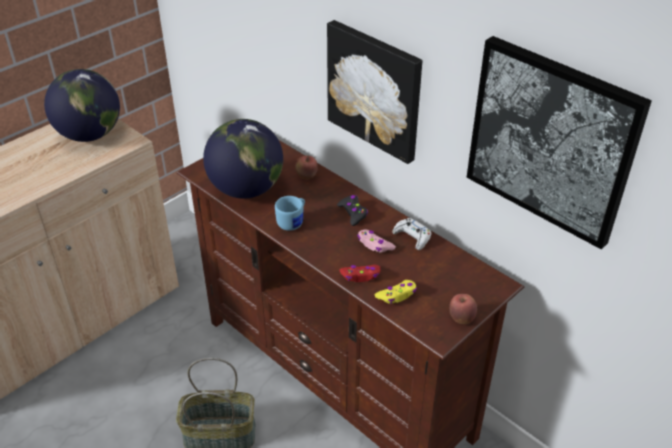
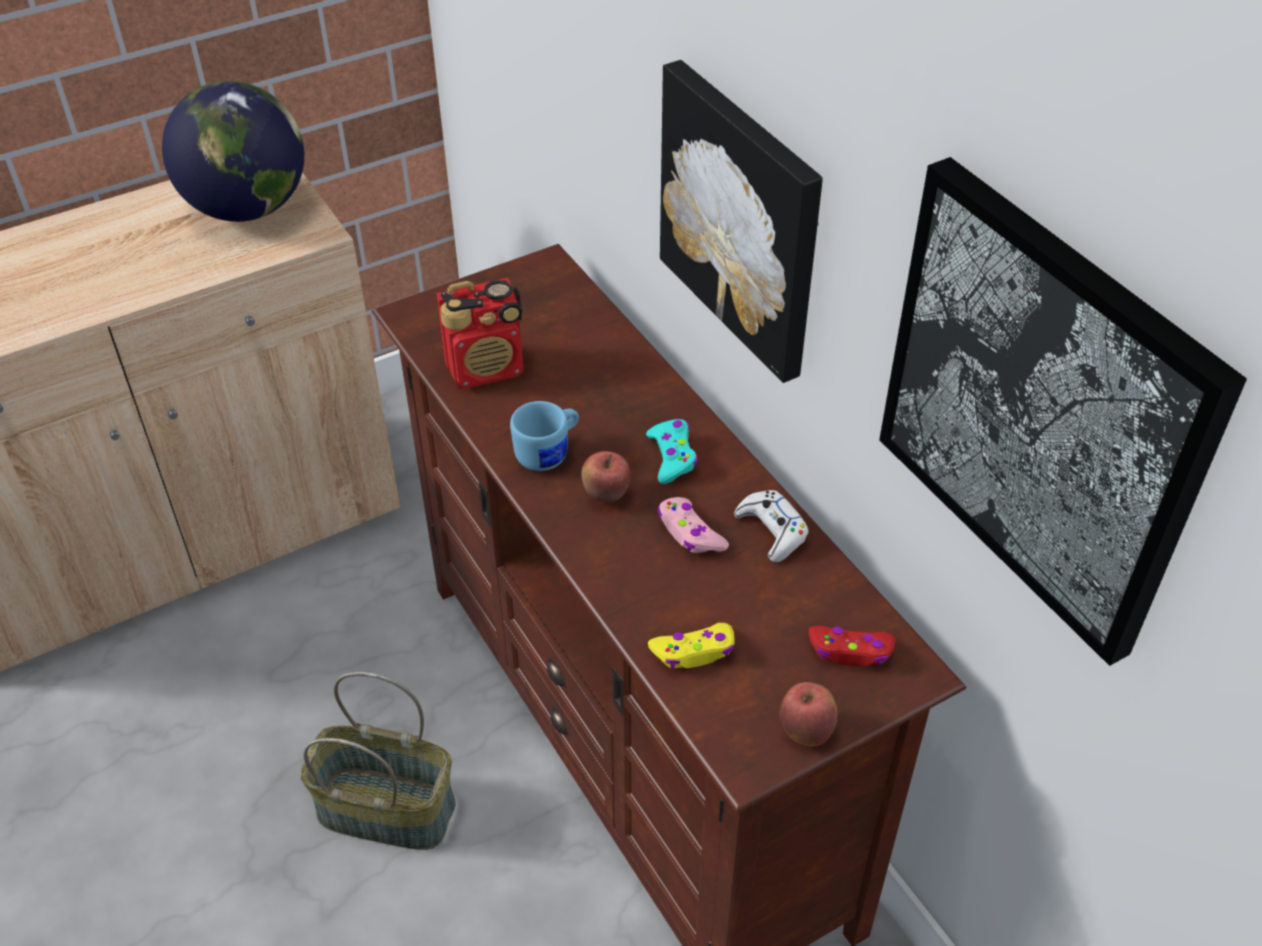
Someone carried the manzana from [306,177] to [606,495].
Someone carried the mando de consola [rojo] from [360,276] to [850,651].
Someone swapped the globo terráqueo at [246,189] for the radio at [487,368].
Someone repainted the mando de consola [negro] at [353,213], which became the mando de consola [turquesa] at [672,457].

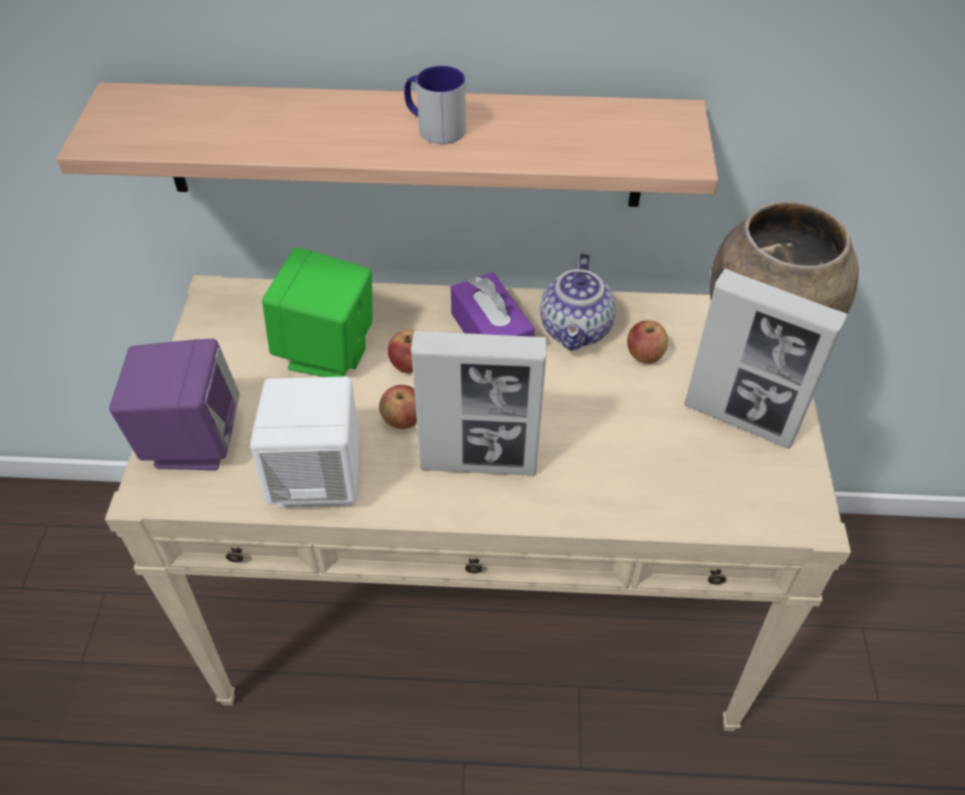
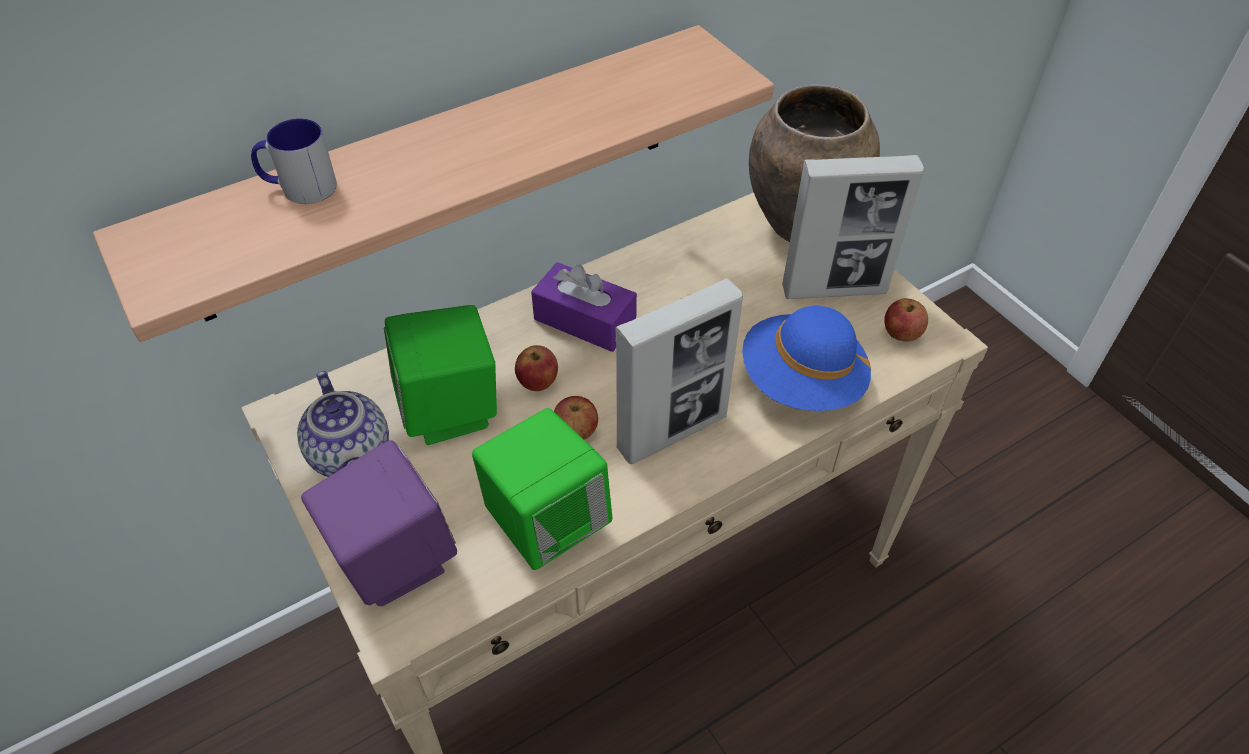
Someone put down the sombrero [azul] at [801,382].
Someone carried the taza grande from [434,127] to [299,188].
Someone carried the tetera from [577,330] to [353,455].
Someone carried the manzana from [644,356] to [901,334].
Someone repainted the altavoz [blanco] at [318,478], which became the altavoz [verde] at [547,524].

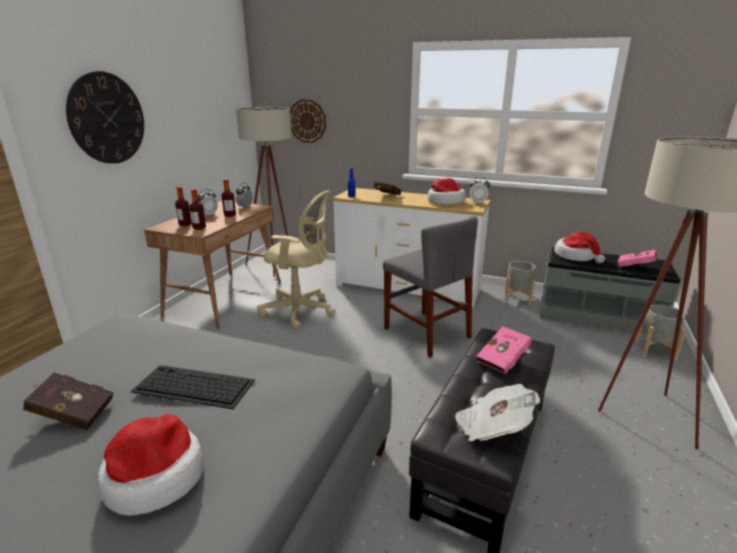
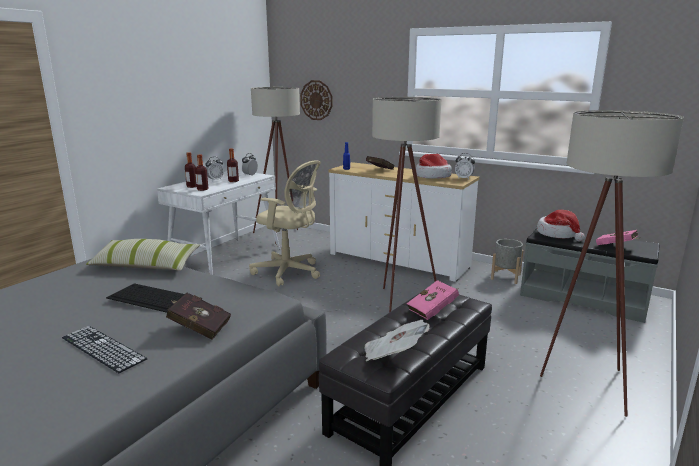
Someone took away the reloj de pared at [107,118].
Someone took away the maceta [gris] at [654,350].
Someone put down the cojín at [146,265].
Someone carried the libro [rojo] from [72,414] to [198,328].
Someone swapped the sombrero at [154,477] for the teclado at [103,348].
Someone swapped the silla [gris] at [426,333] for the lámpara de pie [beis] at [400,299].
Someone repainted the escritorio [marrón] at [225,298], which became the escritorio [blanco] at [226,258].

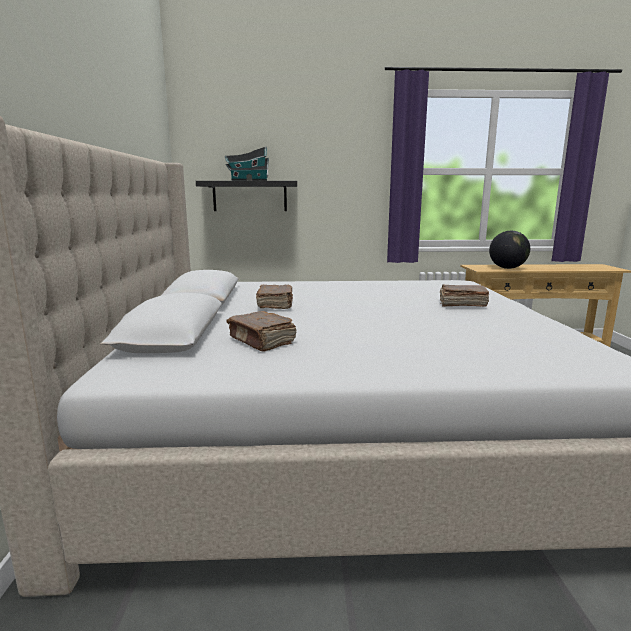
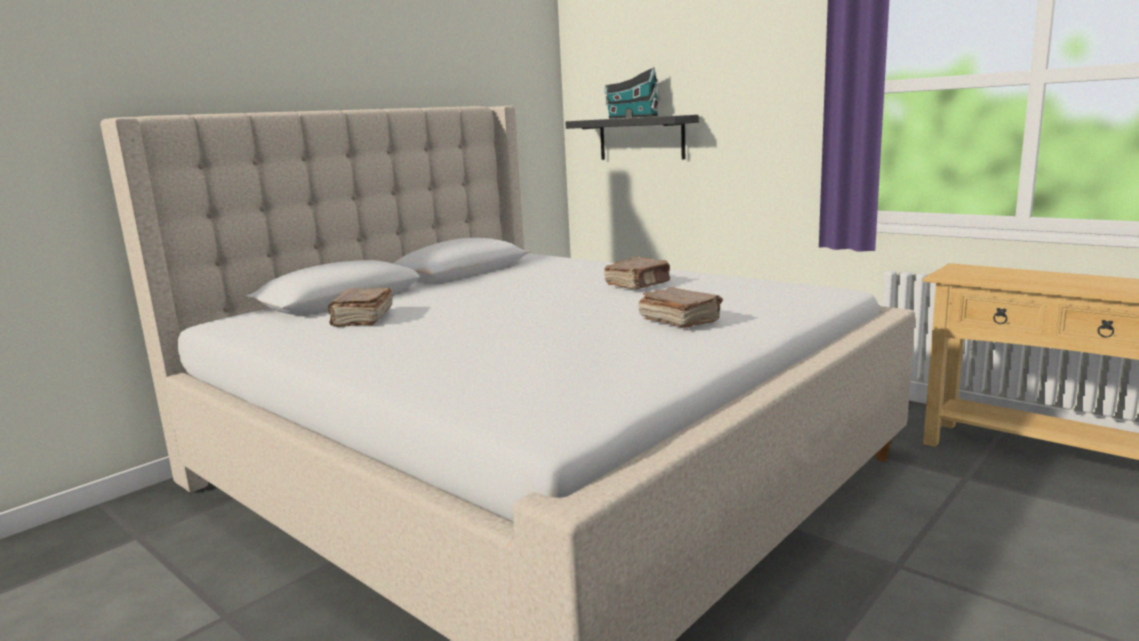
Someone took away the globo terráqueo at [507,268].
Someone carried the libro [marrón] from [276,305] to [638,284].

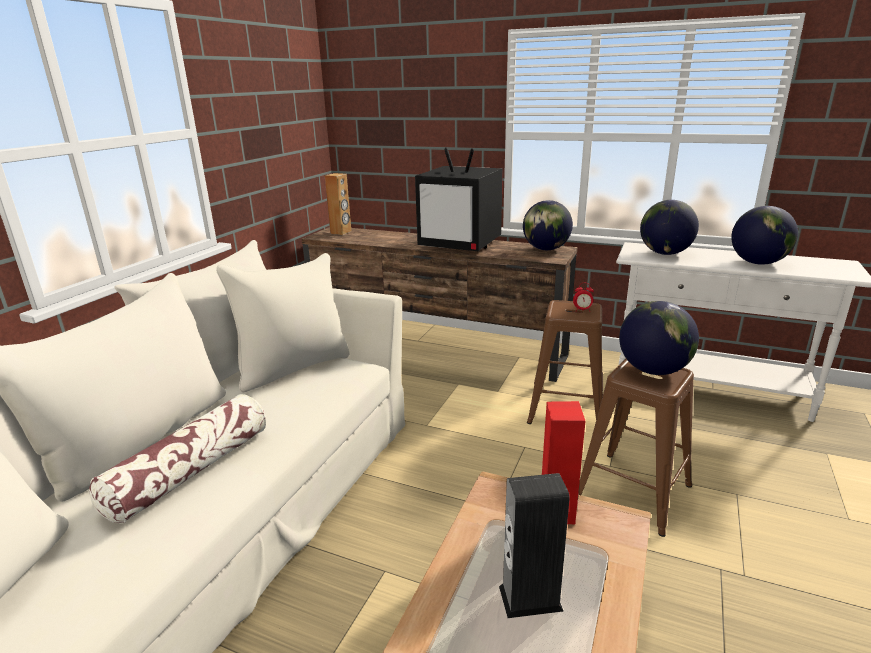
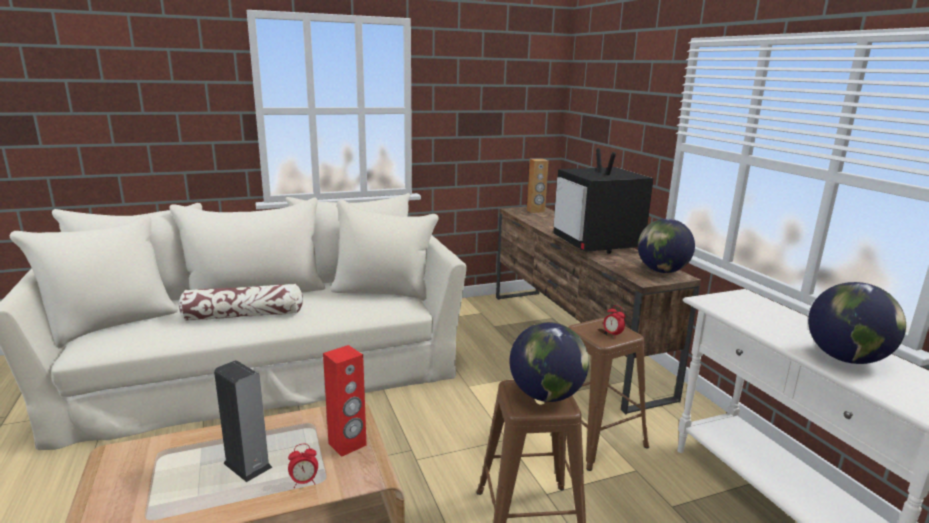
Someone took away the globo terráqueo at [664,253].
Someone put down the despertador at [304,482].

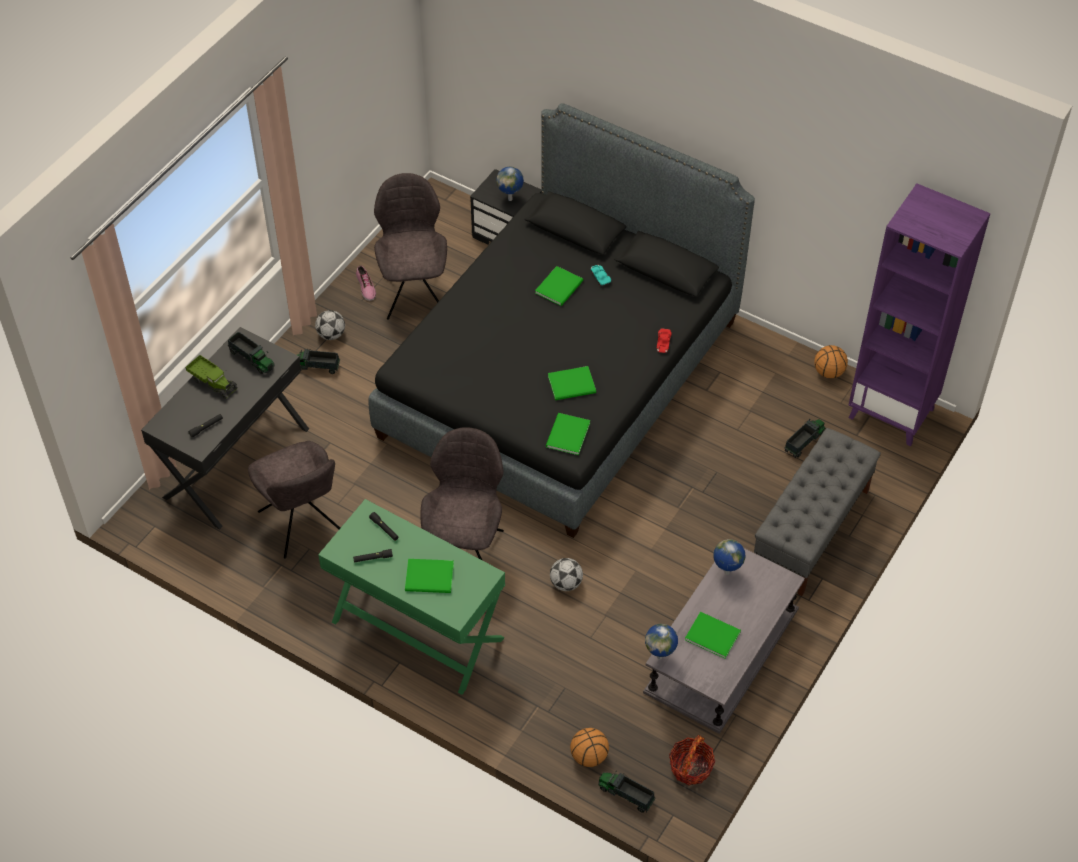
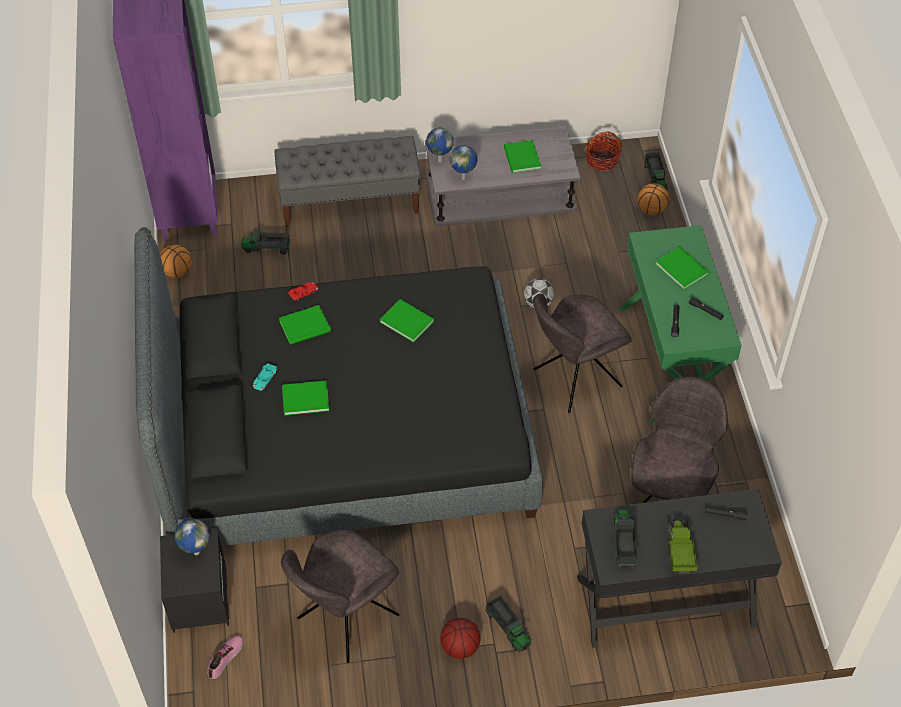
Someone carried the zapato from [365,287] to [225,658].
Someone carried the libro [verde] from [566,435] to [306,326].
Someone carried the globo terráqueo from [660,656] to [439,160].
Someone swapped the balón de fútbol at [331,334] for the balón de baloncesto at [459,647].

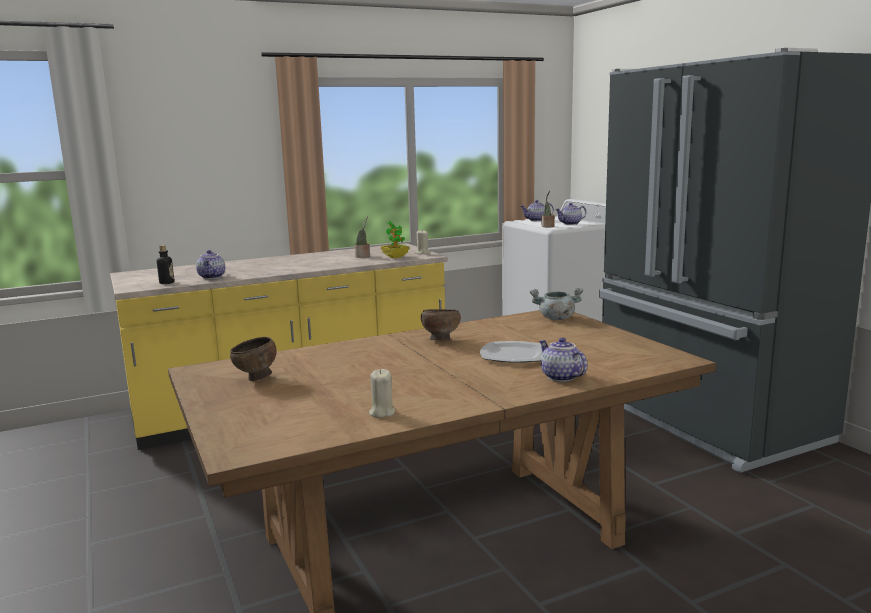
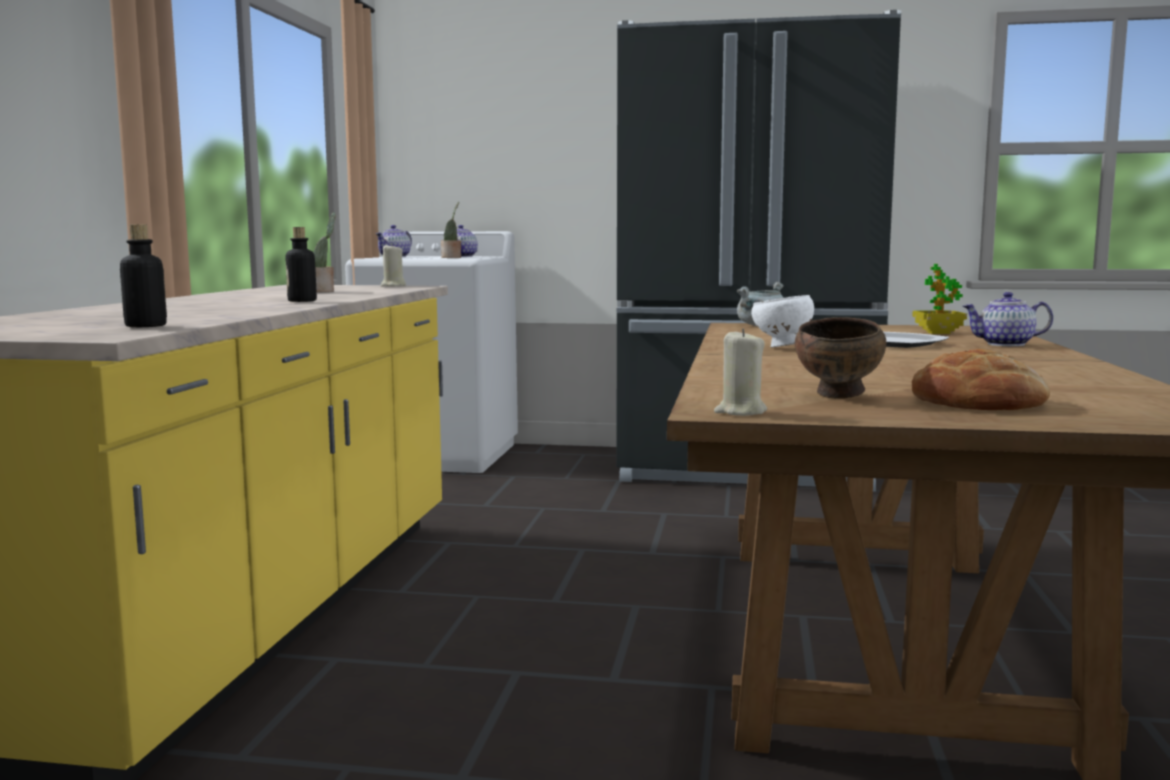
Someone took away the tetera at [212,277].
Someone put down the botella at [302,301].
Someone put down the pan at [978,402].
Someone carried the vela [beis] from [382,412] to [740,412].
Someone carried the planta en maceta from [395,257] to [938,333].
Someone repainted the cuenco [marrón] at [440,341], which became the cuenco [blanco] at [781,348].

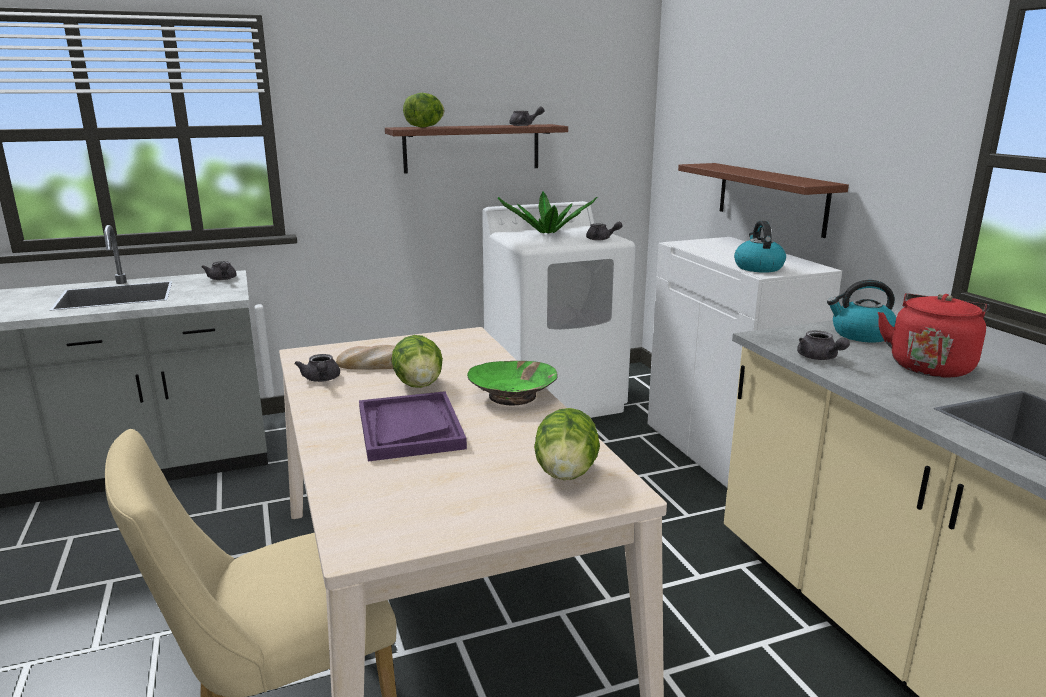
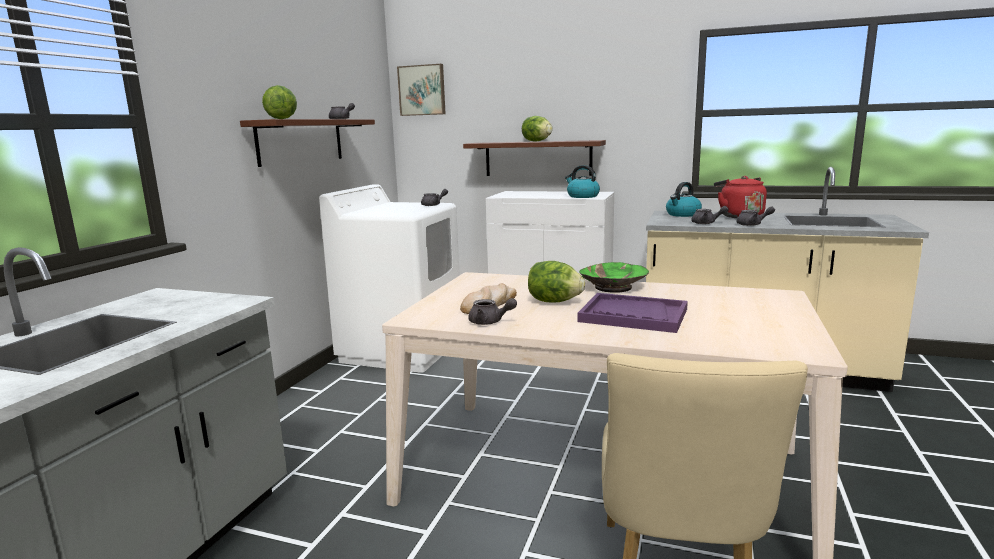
Someone took away the planta en maceta at [547,233].
Someone put up the cuadro at [422,90].
Someone carried the tetera [gris] from [222,279] to [752,224].
Someone carried the lechuga from [566,474] to [537,141].

